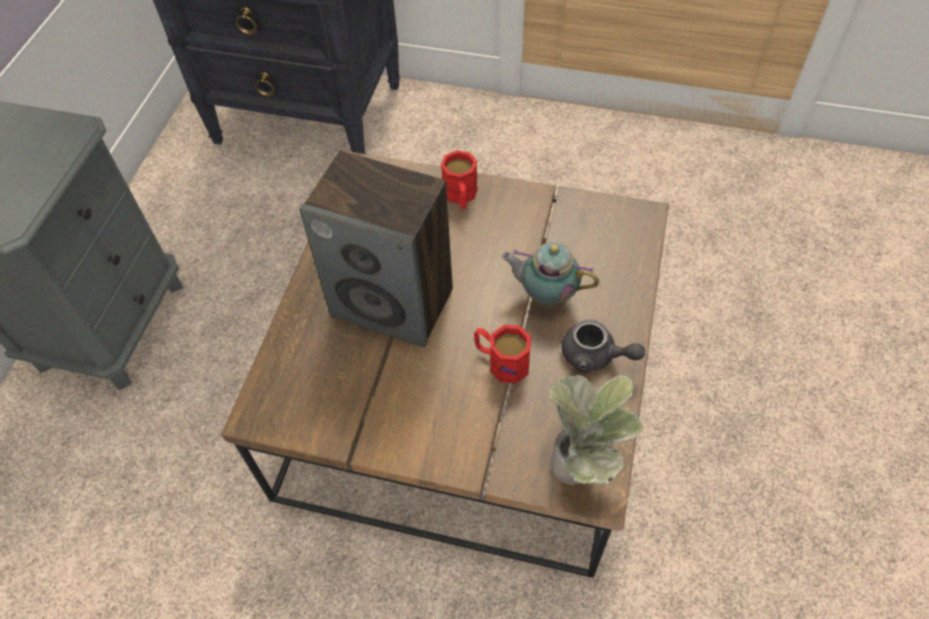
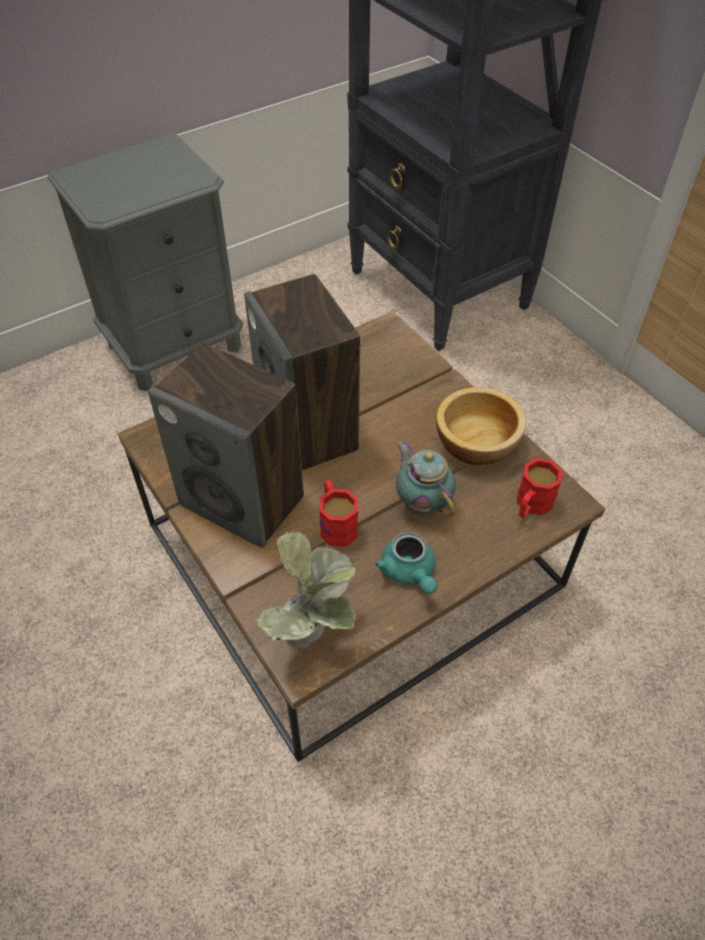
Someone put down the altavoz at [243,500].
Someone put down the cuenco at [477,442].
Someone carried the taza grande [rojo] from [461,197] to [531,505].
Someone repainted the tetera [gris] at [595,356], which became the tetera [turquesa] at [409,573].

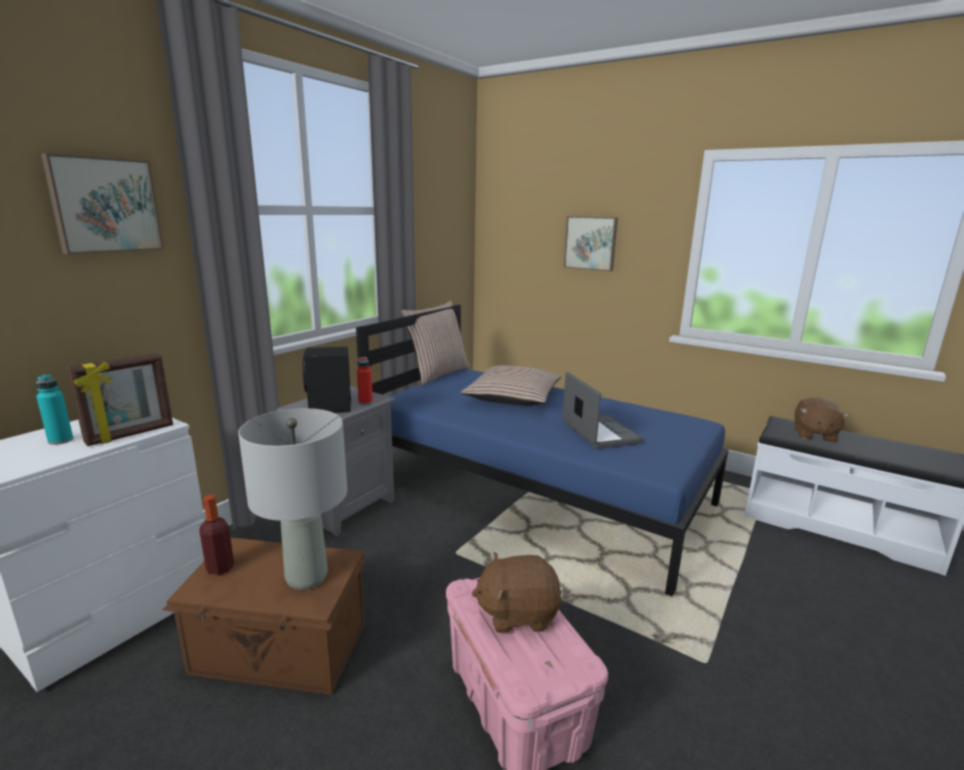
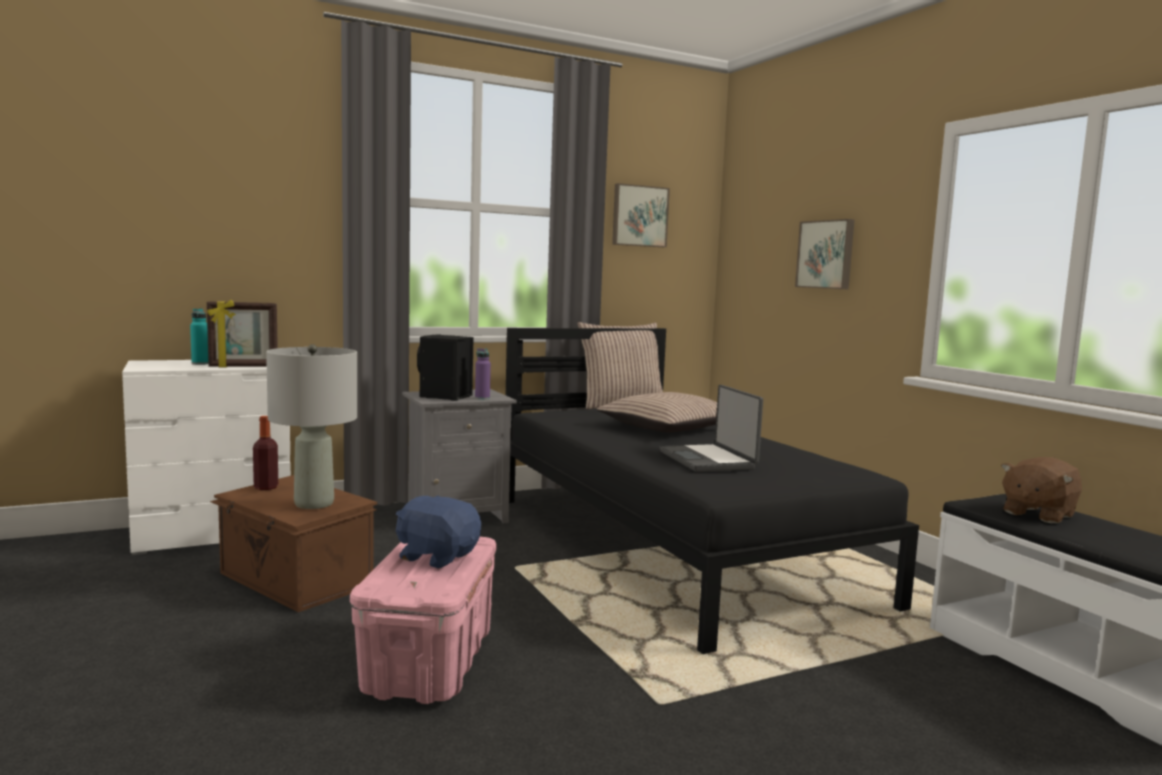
Someone carried the cuadro from [105,205] to [639,216].
Someone repainted the cama [azul] at [535,489], which became the cama [negro] at [673,547].
Someone repainted the botella [rojo] at [365,402], which became the botella [morado] at [482,398].
Someone repainted the peluche [marrón] at [517,613], which became the peluche [azul] at [437,556].
Someone rotated the portátil at [599,432] by 150 degrees clockwise.

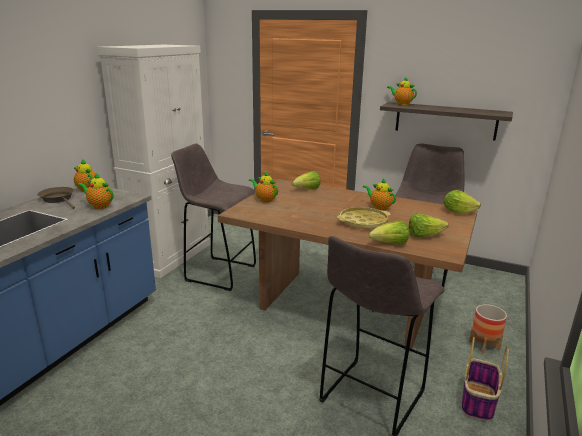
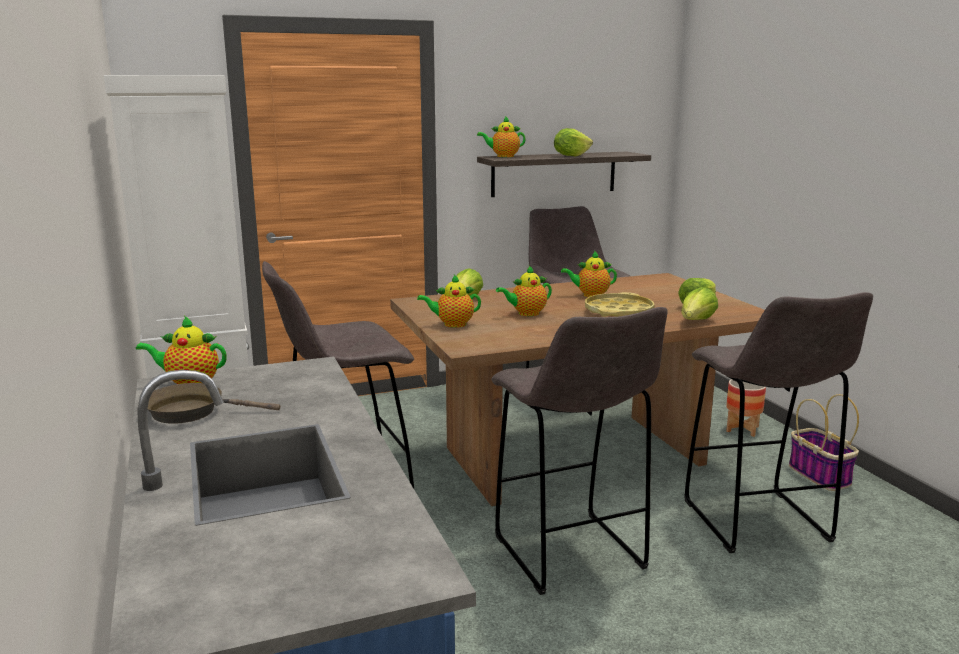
Someone put down the taburete [gris] at [571,555].
Someone carried the tetera from [99,206] to [526,313].
Someone carried the lechuga from [458,212] to [571,156].

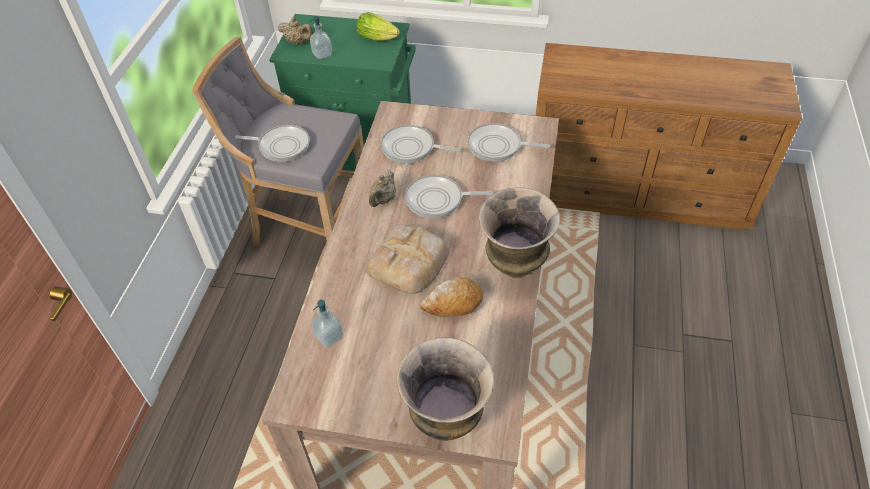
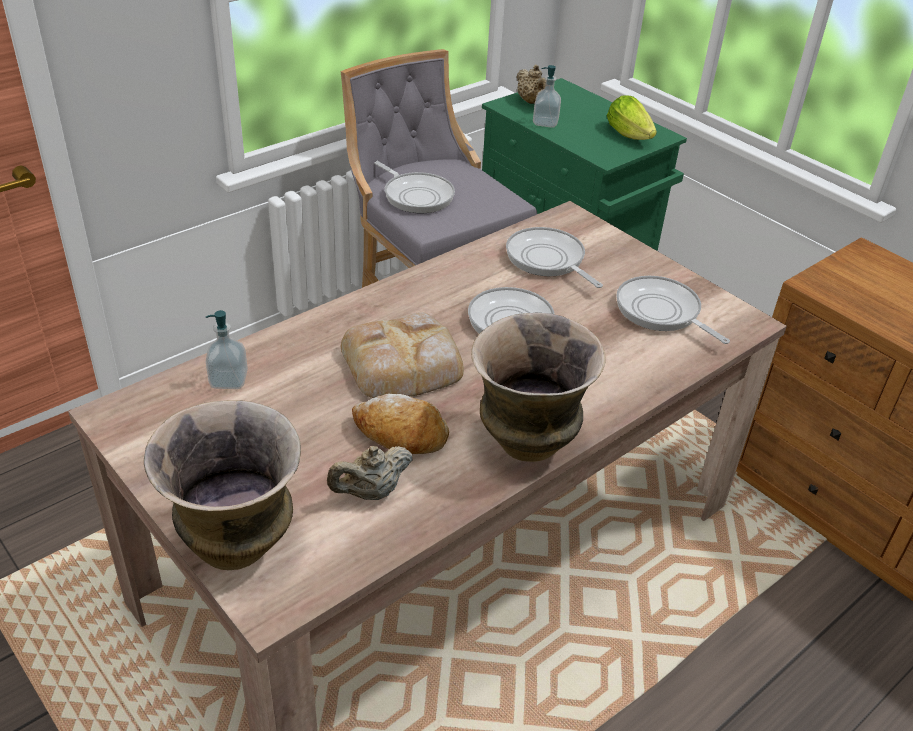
Someone carried the tetera [beis] from [383,200] to [371,492].

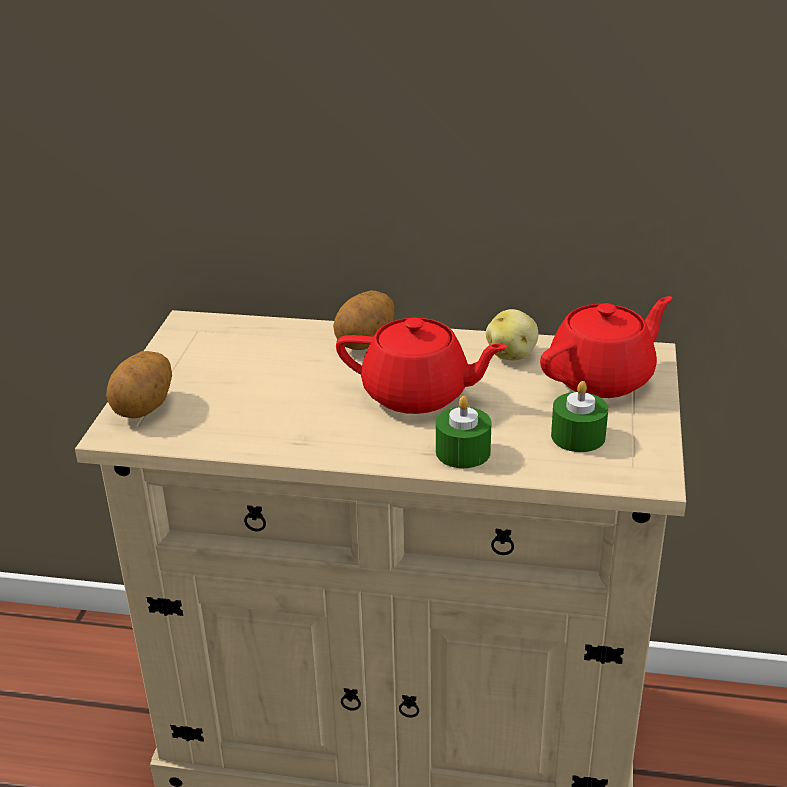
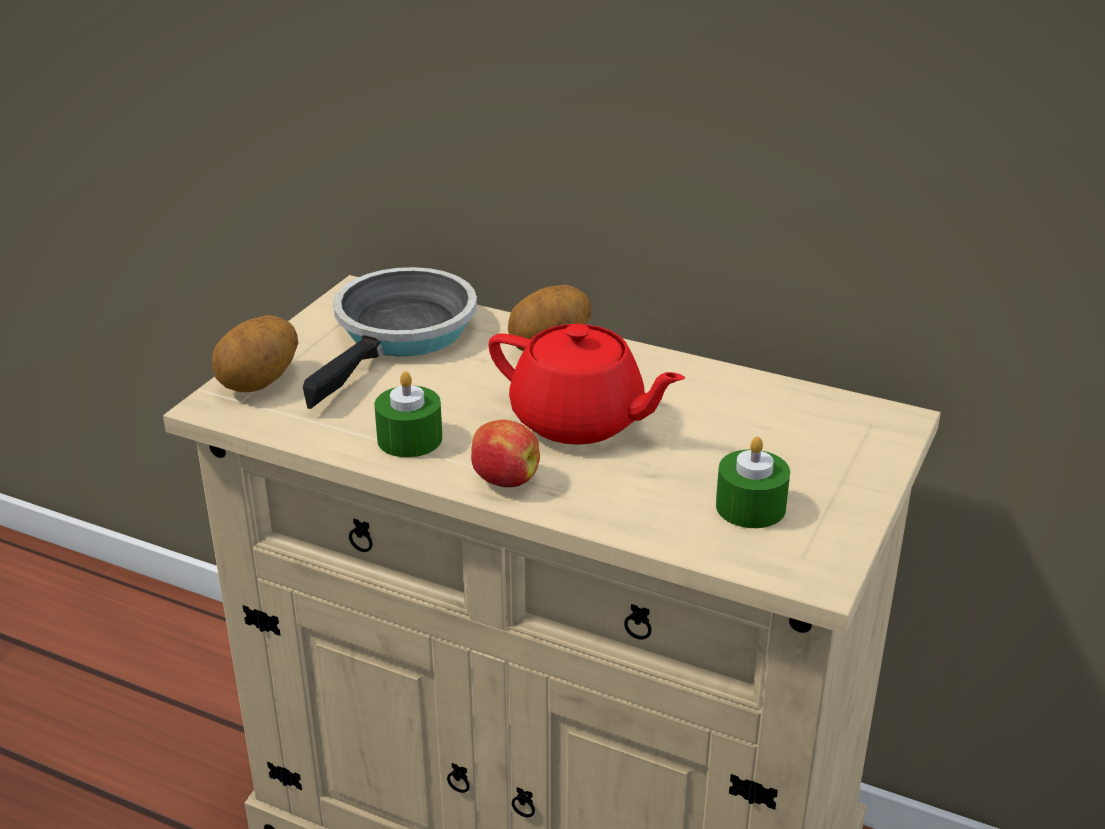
Someone took away the patata at [512,354].
Someone took away the tetera [rojo] at [603,378].
Someone put down the sartén at [401,335].
Someone put down the manzana at [504,480].
Someone carried the vela [verde] from [463,452] to [409,439].

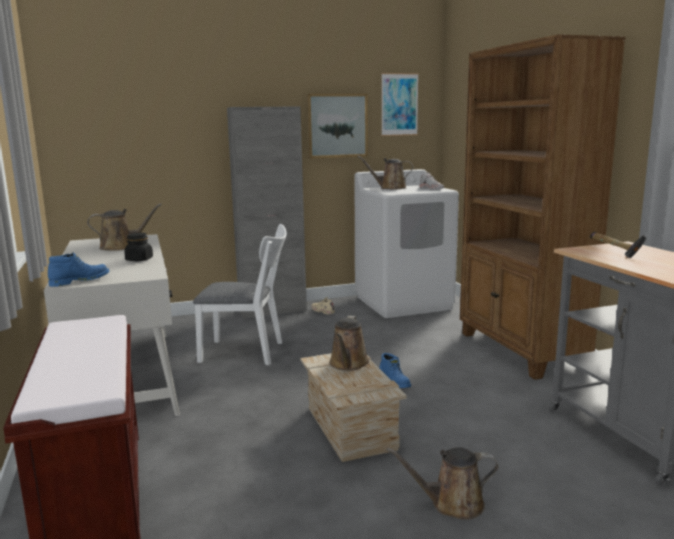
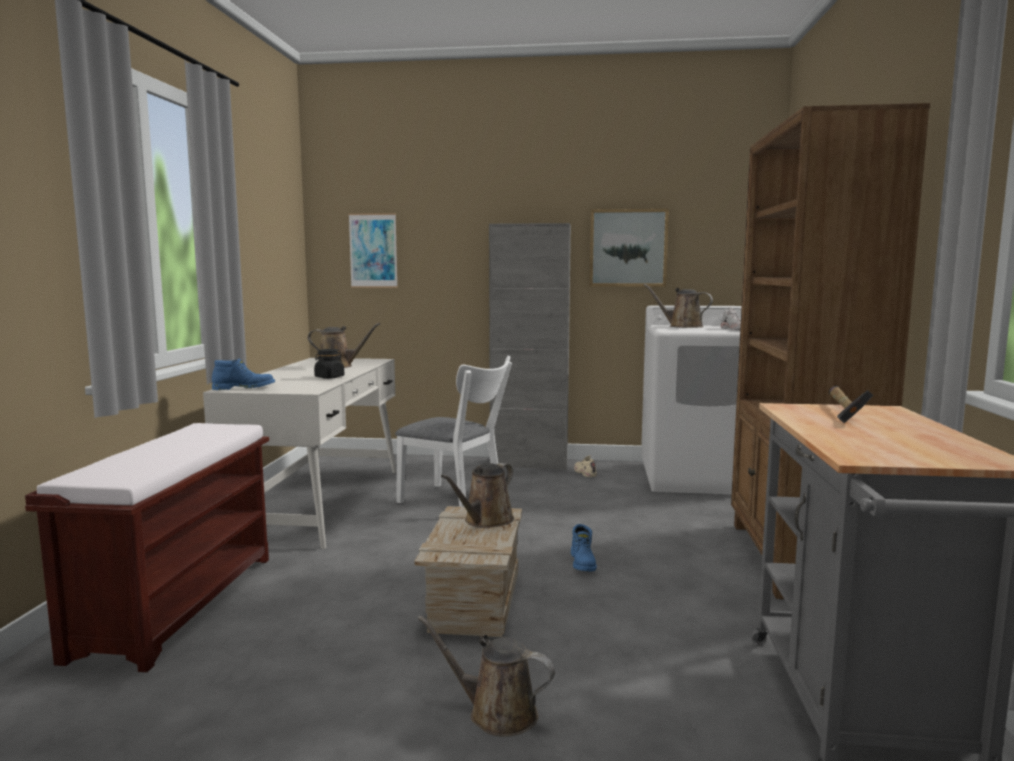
Someone carried the cuadro from [399,104] to [373,250].

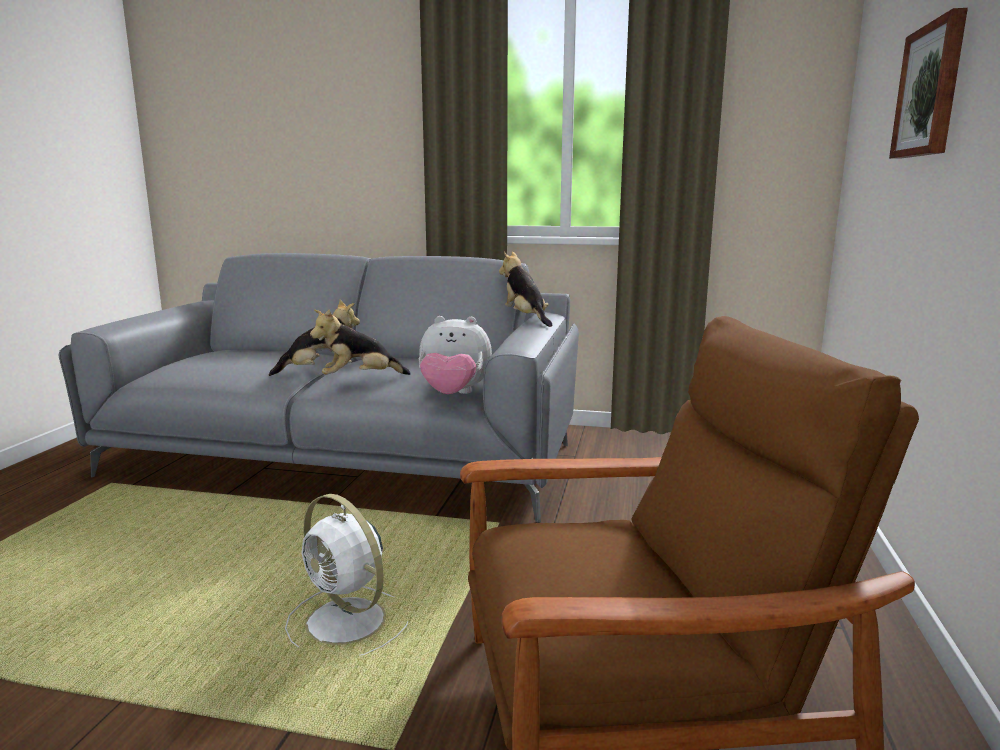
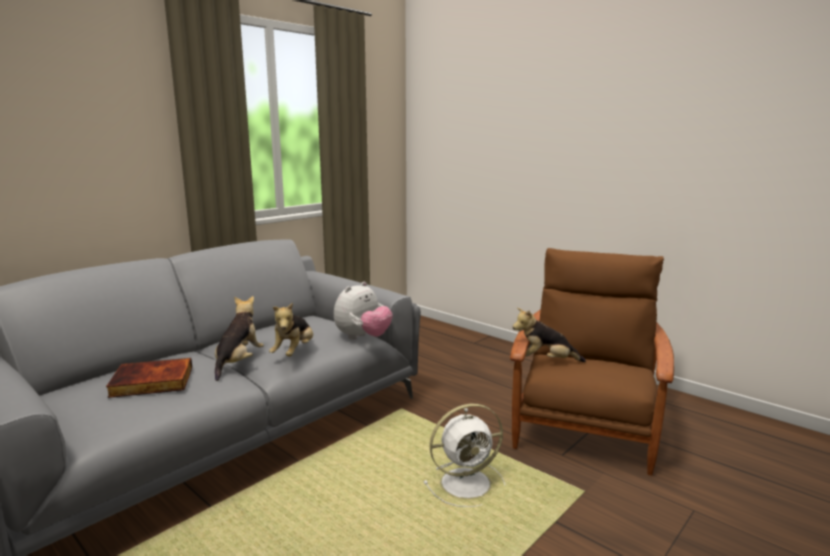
Someone took away the cuadro at [930,91].
Someone put down the libro at [151,382].
Someone carried the peluche from [525,319] to [545,361].

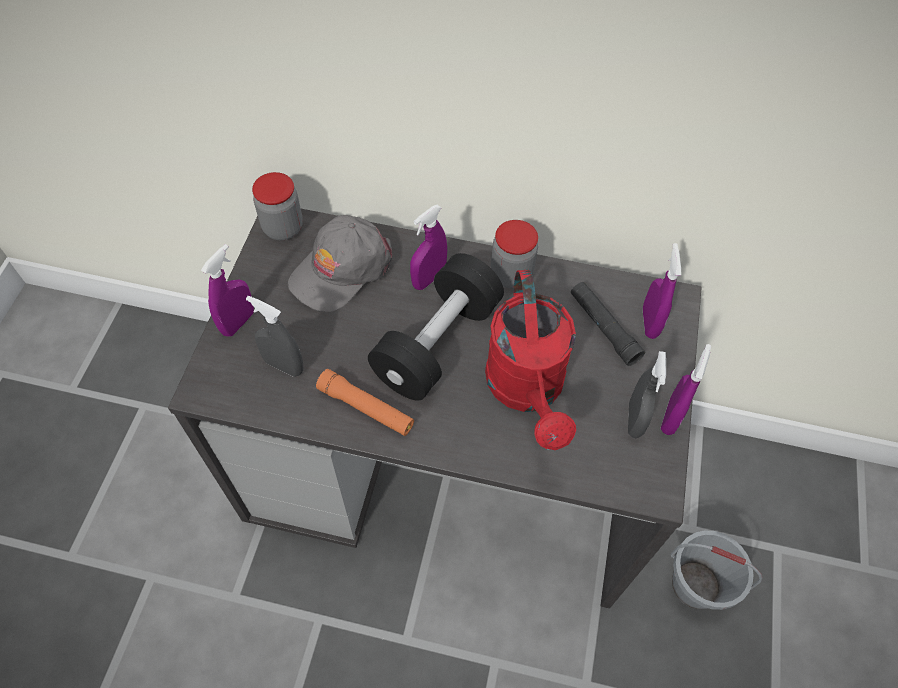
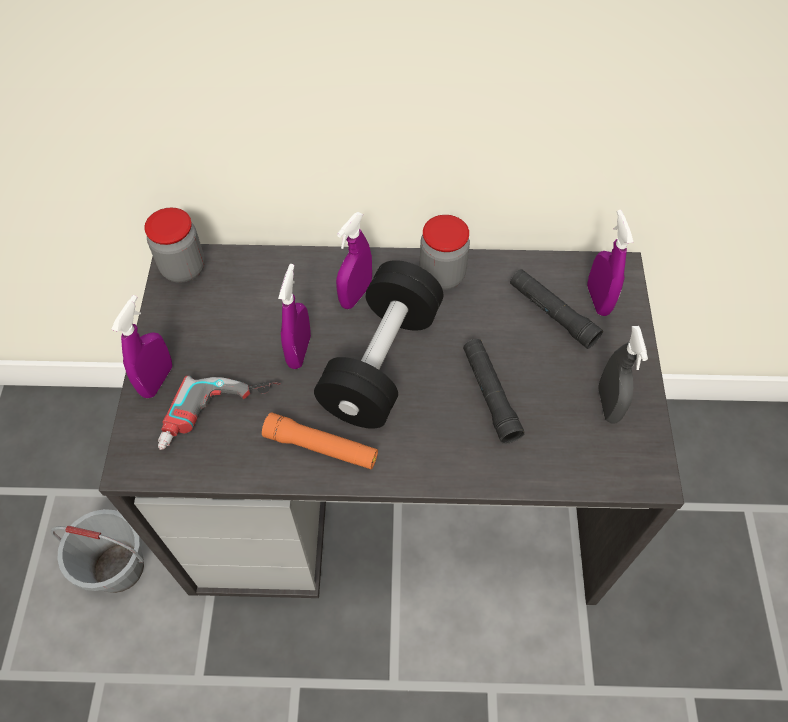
Someone took away the gorra [gris] at [341,269].
Someone carried the pulverizador [morado] from [671,417] to [299,351].
Someone carried the cubo [gris] from [696,584] to [119,567].
Someone swapped the pulverizador [gris] at [284,366] for the taladro at [219,418].
Someone swapped the regadera [rojo] at [528,390] for the linterna [negro] at [490,394].

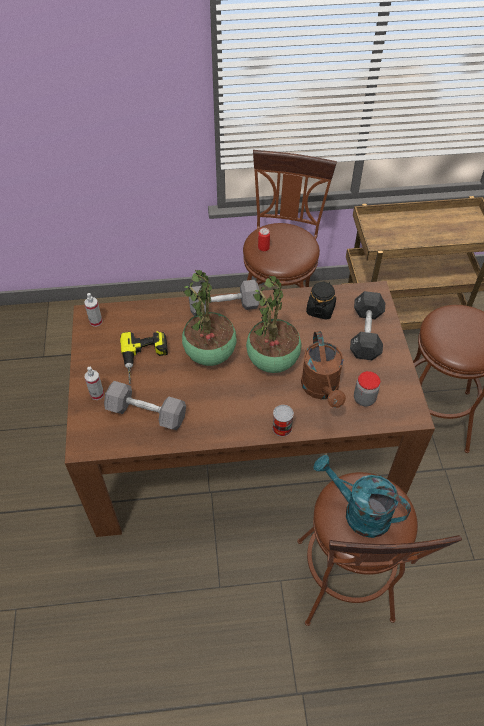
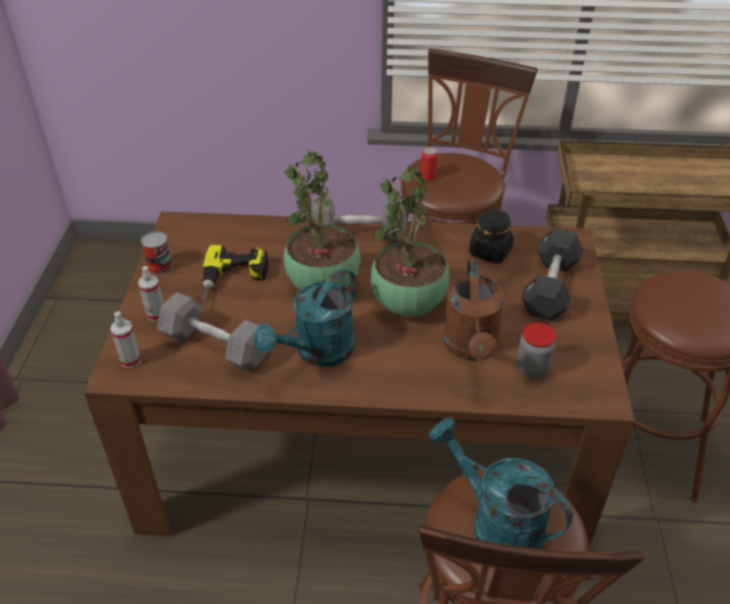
Someone put down the regadera [turquesa] at [317,353].
Someone carried the pulverizador from [96,322] to [130,360].
Someone carried the lata from [282,428] to [160,266].

